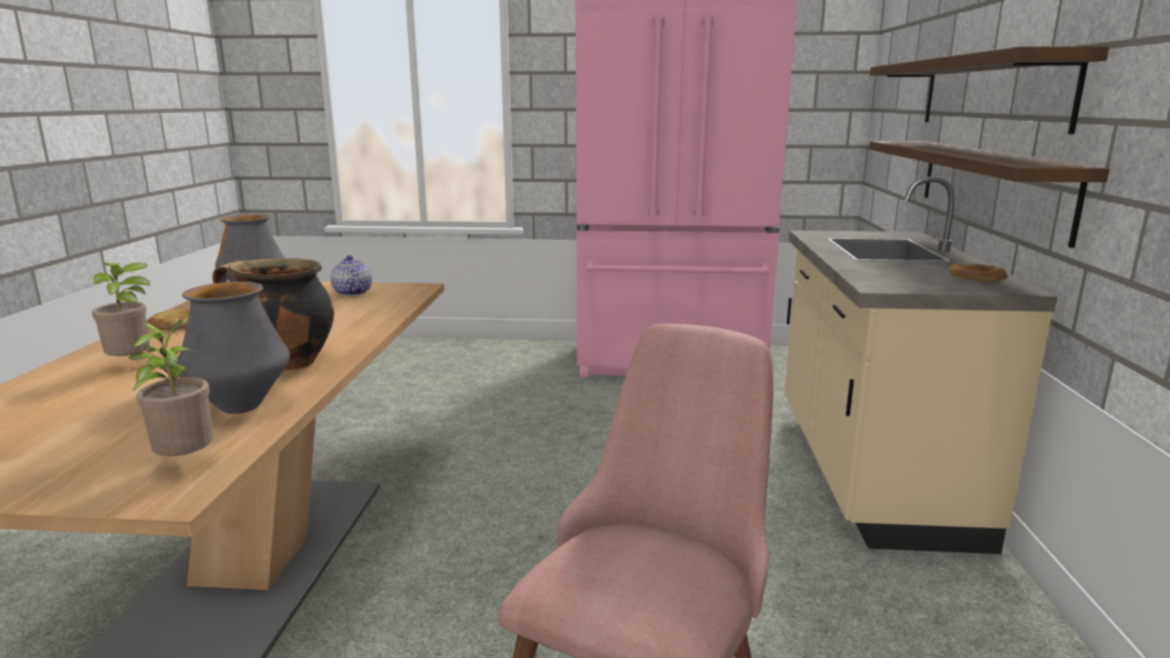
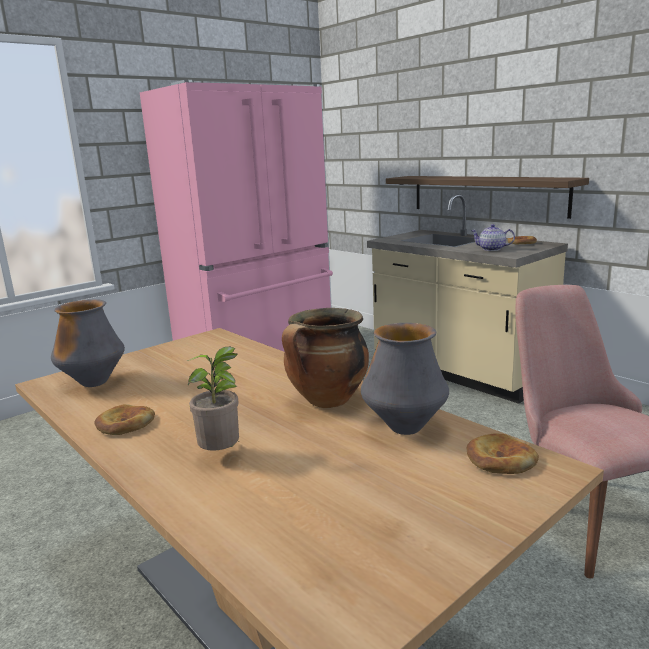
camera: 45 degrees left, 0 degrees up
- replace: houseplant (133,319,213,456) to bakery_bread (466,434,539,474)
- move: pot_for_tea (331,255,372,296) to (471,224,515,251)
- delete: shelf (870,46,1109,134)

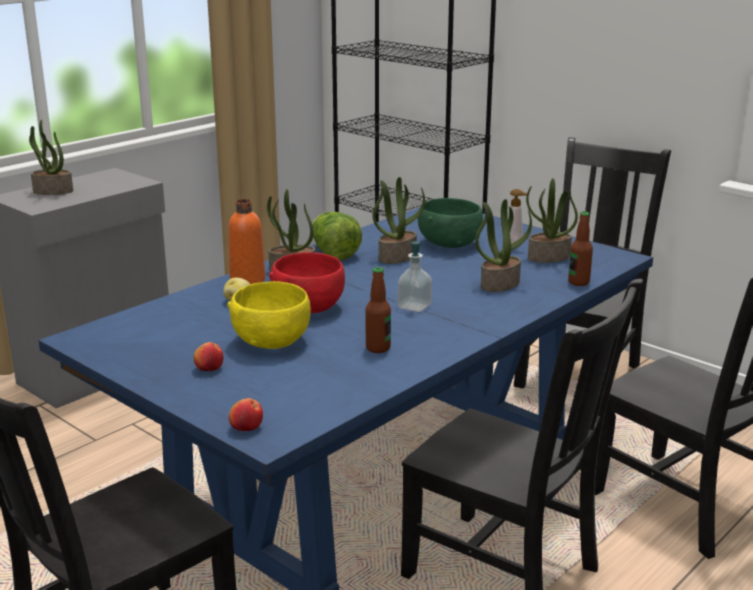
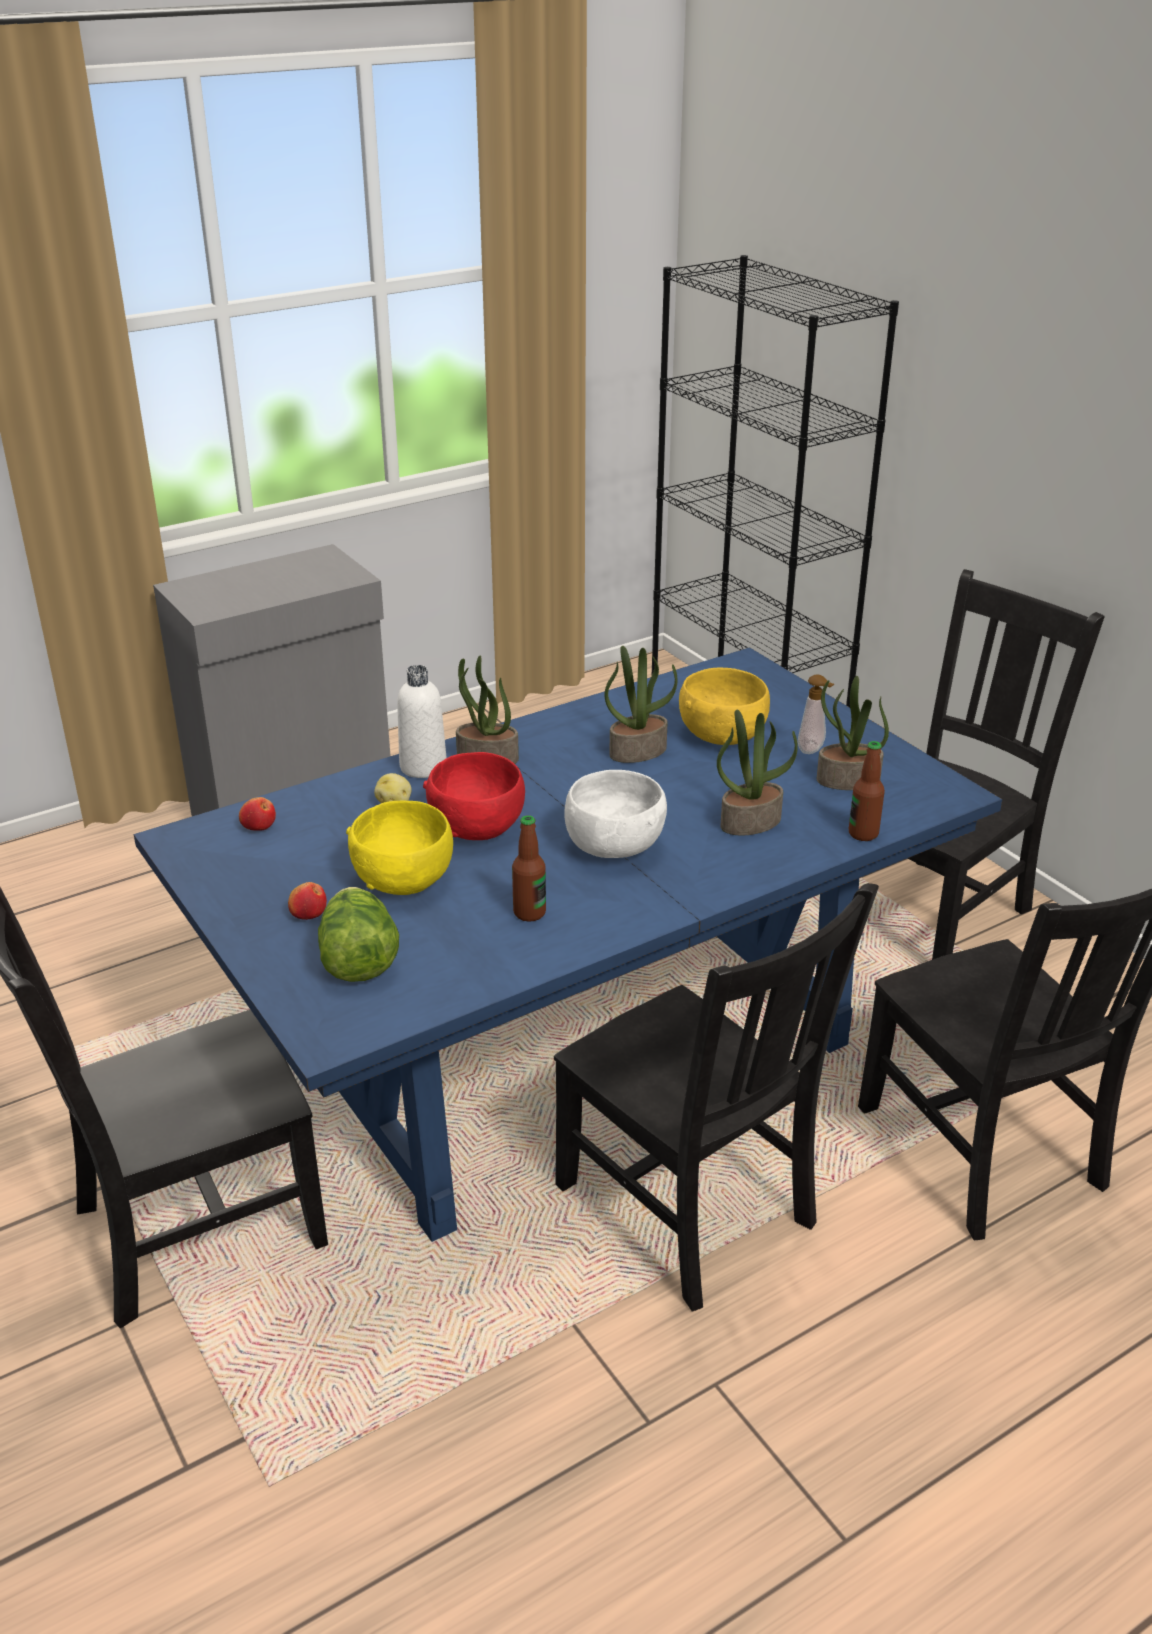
camera: 15 degrees right, 10 degrees up
- delete: houseplant (29,120,73,195)
- recolor: orange_drink_bottle (228,199,266,284) to whitish_drink_bottle (397,665,447,778)
- move: apple (229,398,263,431) to (239,797,276,831)
- move: lettuce_head (312,212,362,260) to (318,887,399,982)
- replace: liquid_soap_bottle (398,241,432,312) to whitish_serving_bowl (564,770,667,858)
- recolor: green_serving_bowl (418,198,483,248) to yellow-coloured_serving_bowl (679,668,770,745)

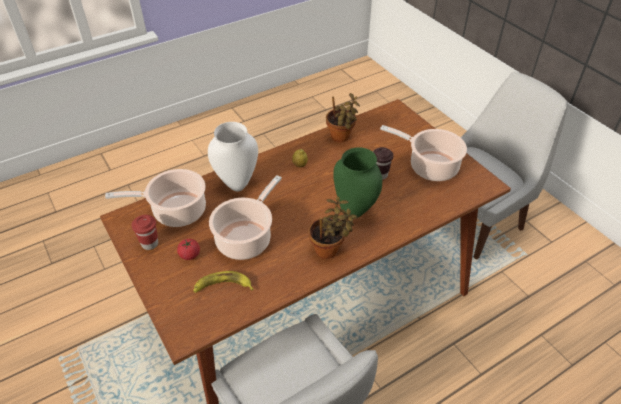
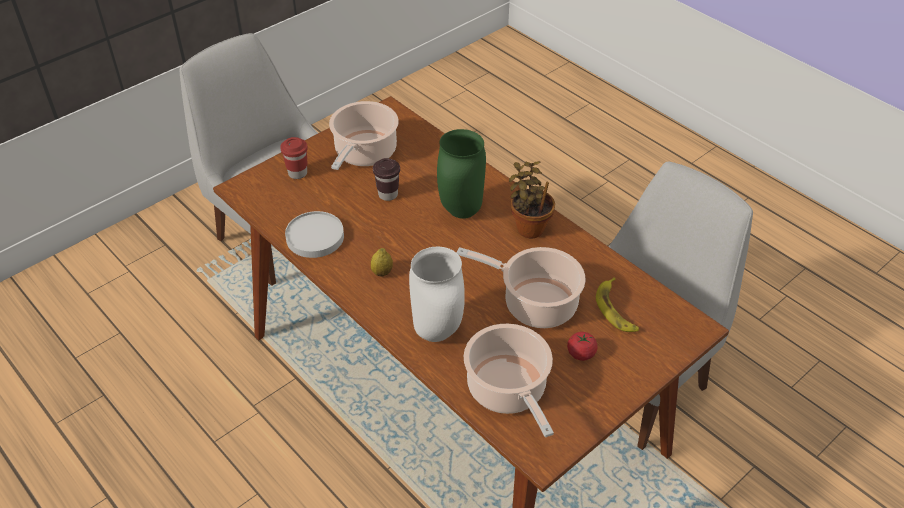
camera: 100 degrees left, 0 degrees up
- move: red_drinking_cup (132,215,158,250) to (280,137,308,179)
- replace: houseplant (326,93,360,142) to whitish_flat_dish (285,211,344,258)

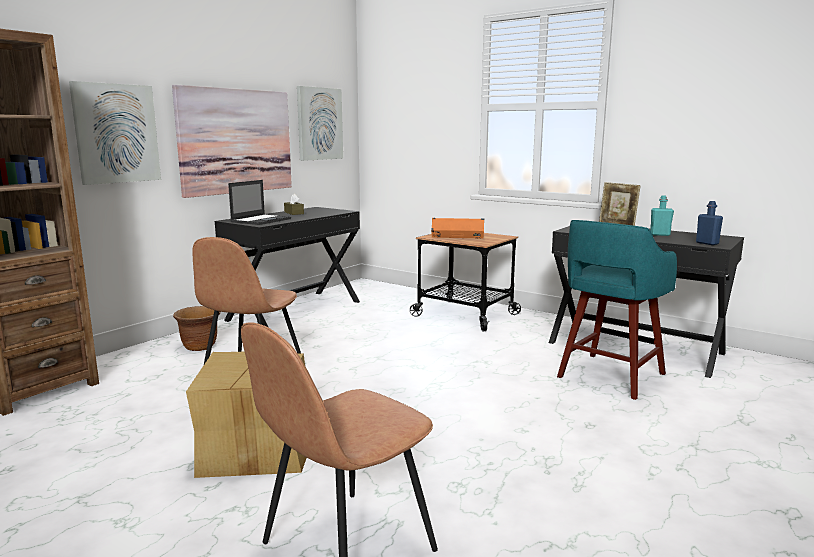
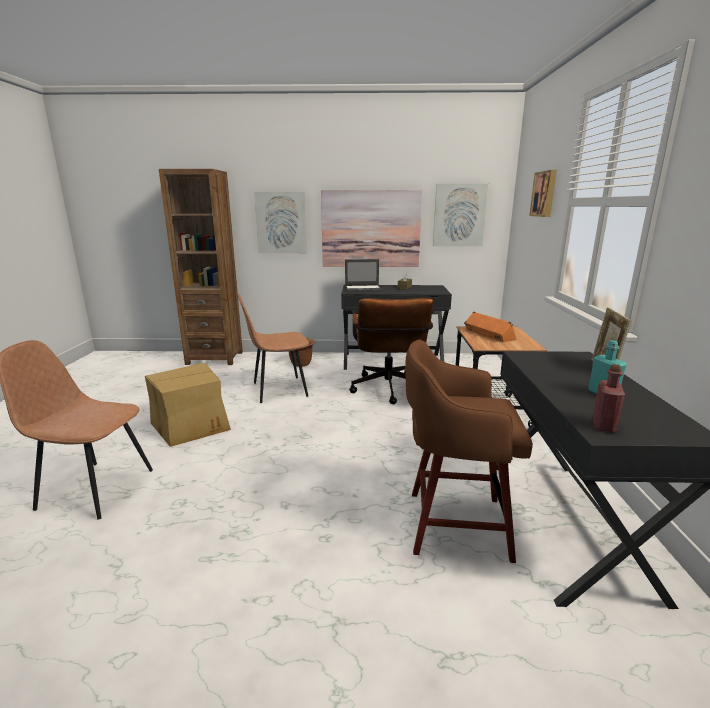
camera: 55 degrees right, 5 degrees up
- recolor: turquoise_sitting_stool (557,220,677,400) to brown-coloured_sitting_stool (405,340,533,563)
- recolor: blue_drink_bottle (696,201,723,245) to red_drink_bottle (593,364,625,433)
- insert: brown-coloured_office_chair (349,298,434,404)
- insert: wall_picture (529,170,557,217)

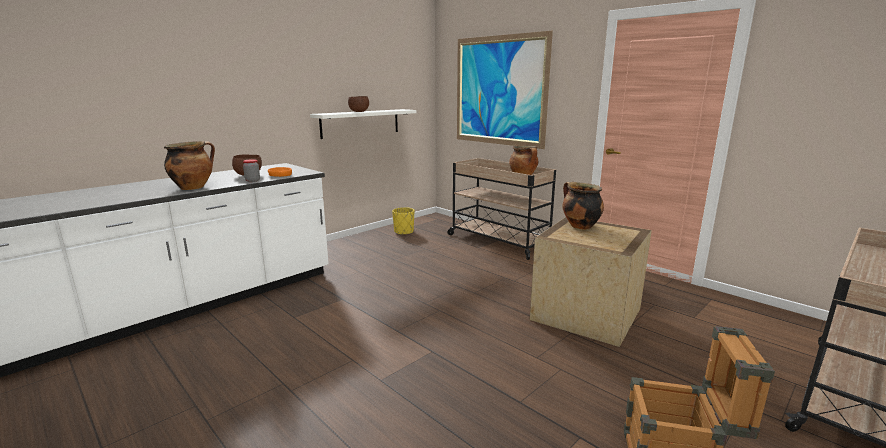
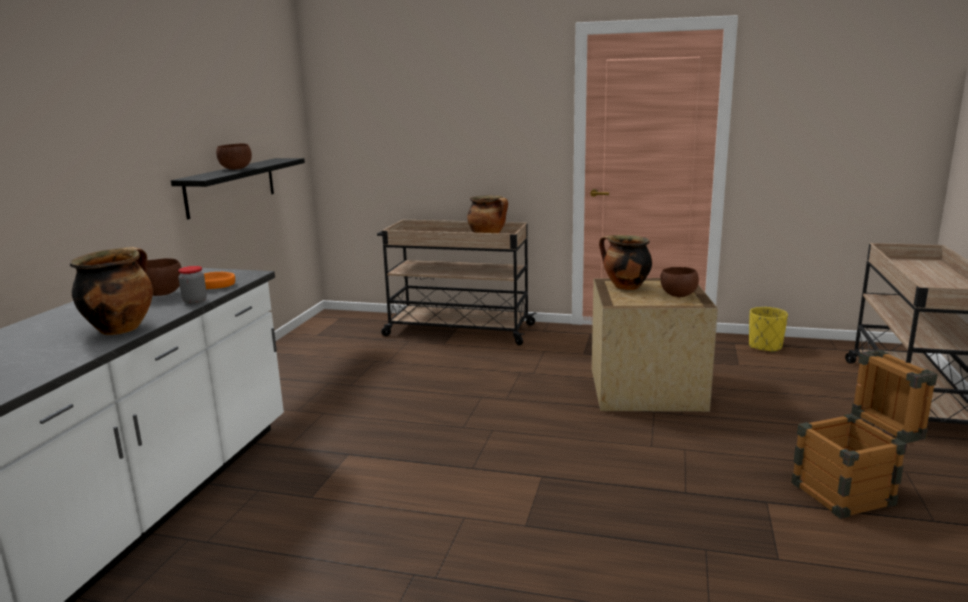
camera: 30 degrees left, 0 degrees up
- recolor: whitish_shelf (310,109,416,139) to blackish_shelf (171,158,305,219)
- move: yellow-coloured_planter (392,207,414,235) to (749,307,788,353)
- delete: wall_picture (457,31,553,149)
- insert: brown-coloured_serving_bowl (661,267,699,297)

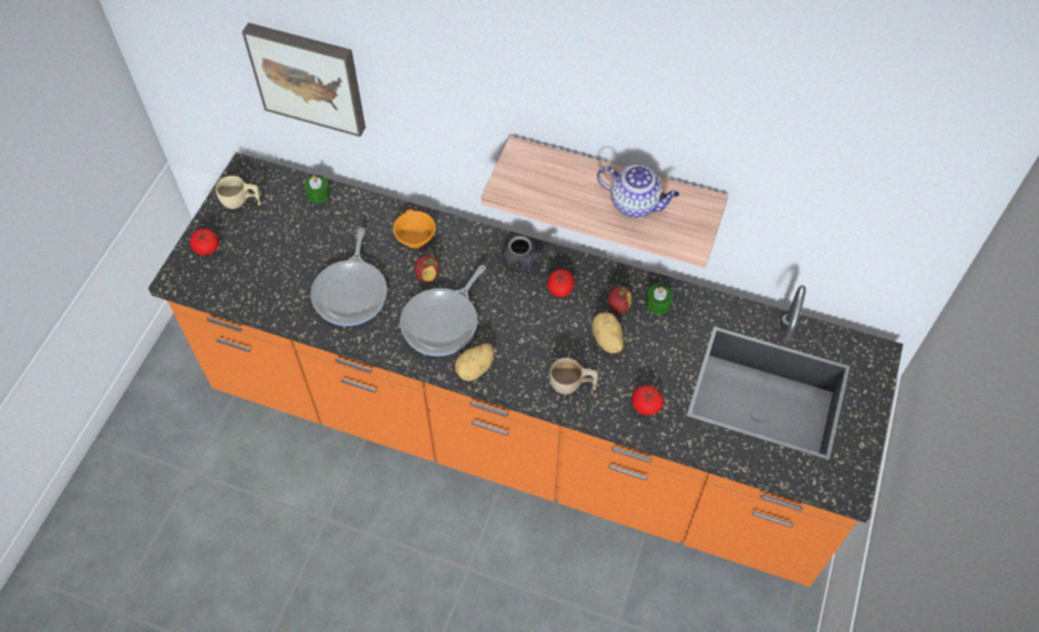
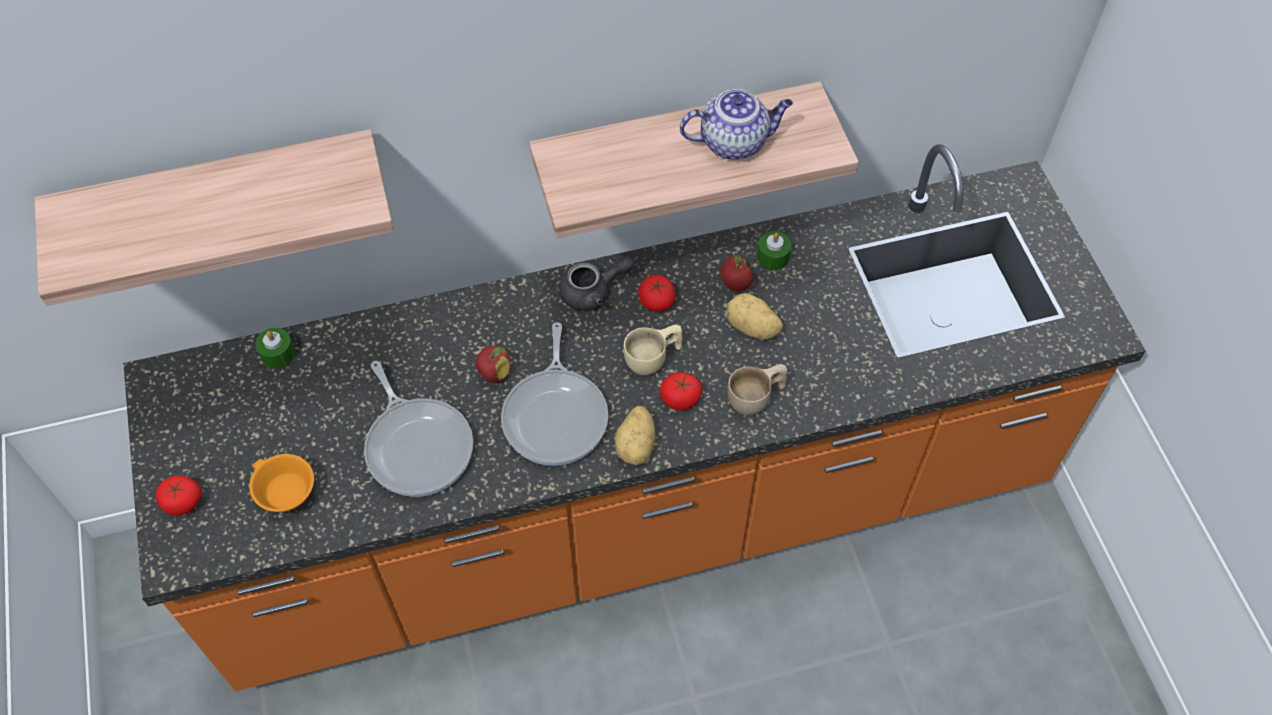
camera: 35 degrees left, 0 degrees up
- move: sand-coloured_drinking_cup (215,176,261,209) to (623,325,683,375)
- replace: wall_picture (242,23,366,137) to shelf (35,129,394,306)
- move: orange_drinking_cup (393,209,436,248) to (249,454,314,512)
- move: whole_tomato (632,386,664,415) to (660,372,702,411)

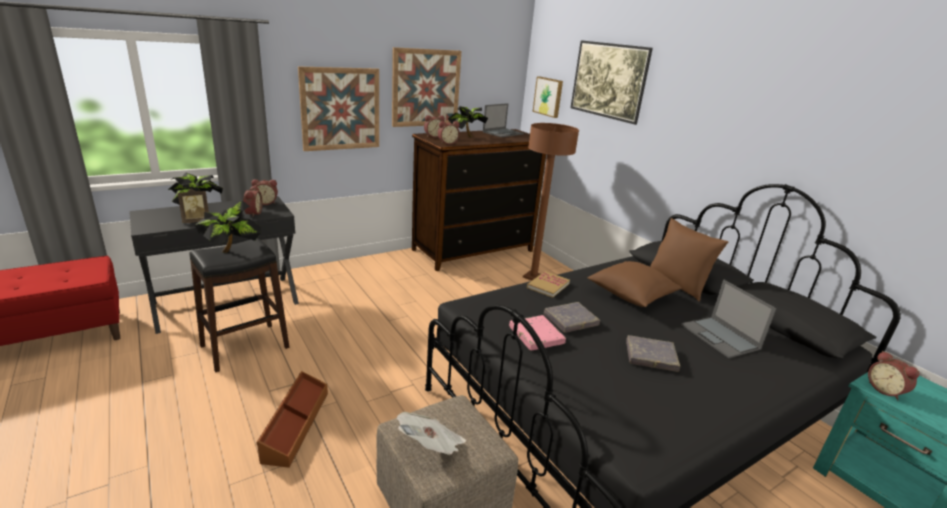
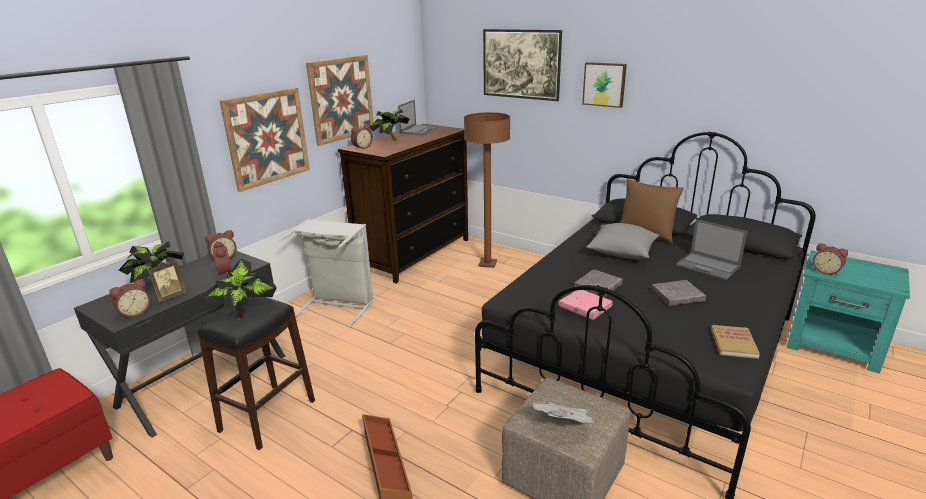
camera: 20 degrees left, 0 degrees up
- move: table_clock (438,121,460,145) to (109,279,151,319)
- move: book (527,271,570,298) to (711,325,760,359)
- move: wall_picture (533,77,563,118) to (582,62,627,108)
- recolor: brown-coloured_throw_pillow (587,261,682,307) to grey_throw_pillow (586,223,659,259)
- insert: grey_laundry_basket (279,219,374,327)

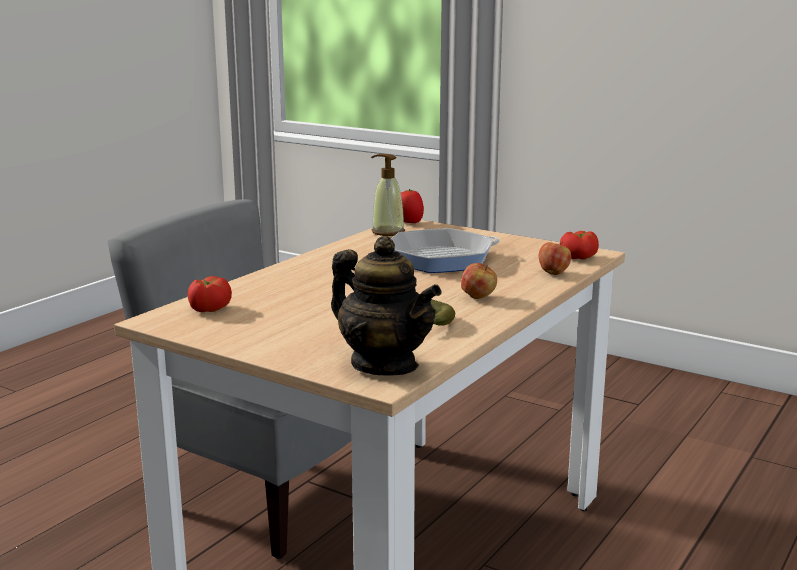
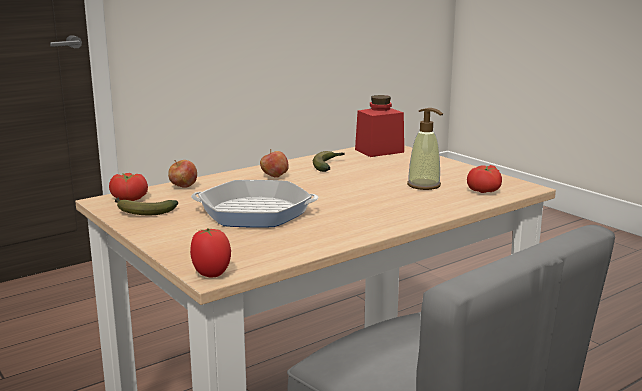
camera: 160 degrees left, 0 degrees up
- replace: pot_for_tea (331,236,441,376) to red_preserve_jar (355,95,404,157)
- move: liquid_soap_bottle (371,154,405,236) to (407,108,443,190)
- insert: banana_fruit (115,197,178,215)

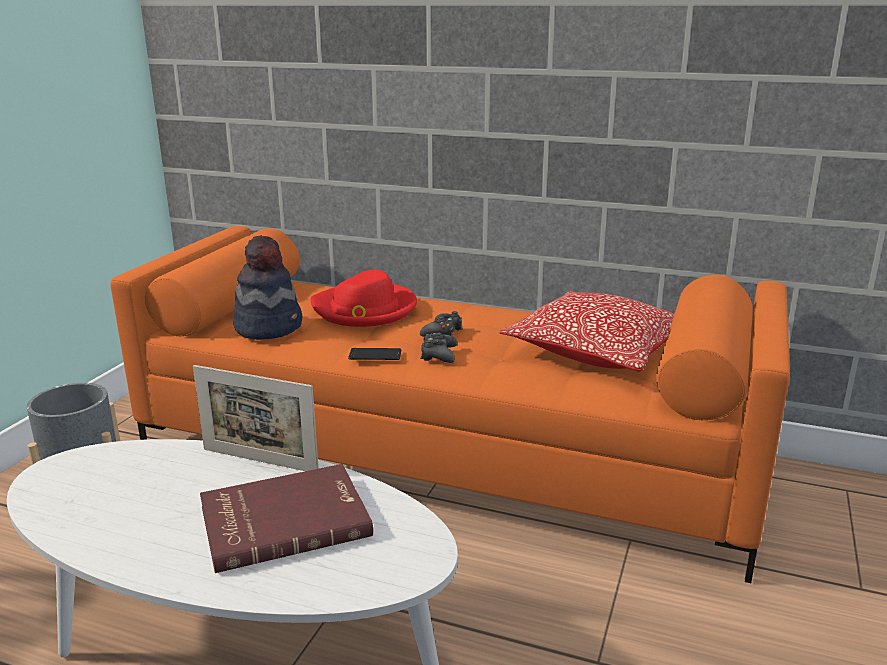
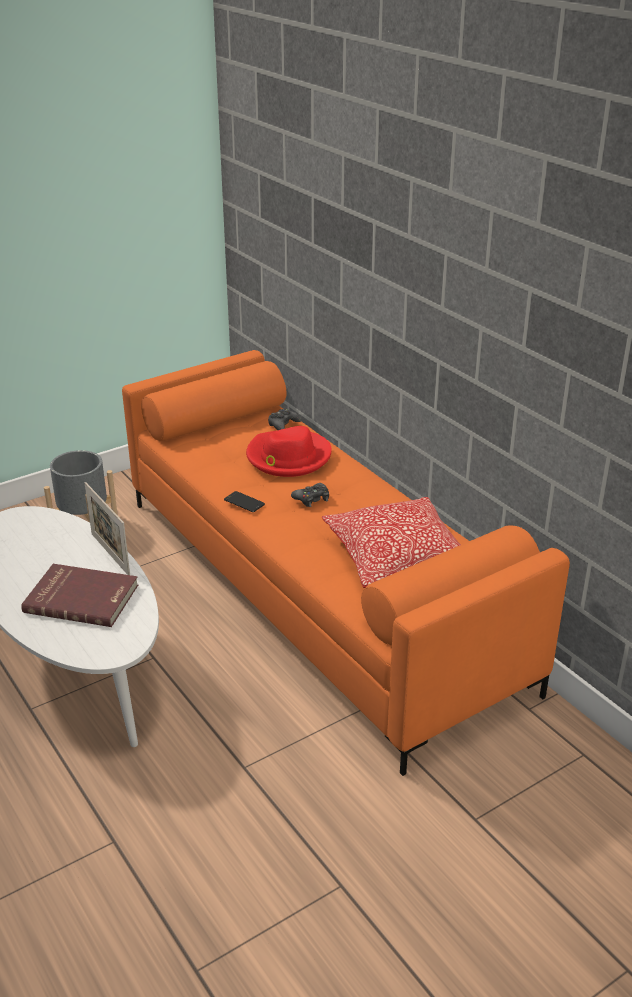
camera: 35 degrees right, 10 degrees up
- delete: hat (233,235,302,340)
- move: blackish_game_controller (420,333,458,363) to (268,409,302,430)

